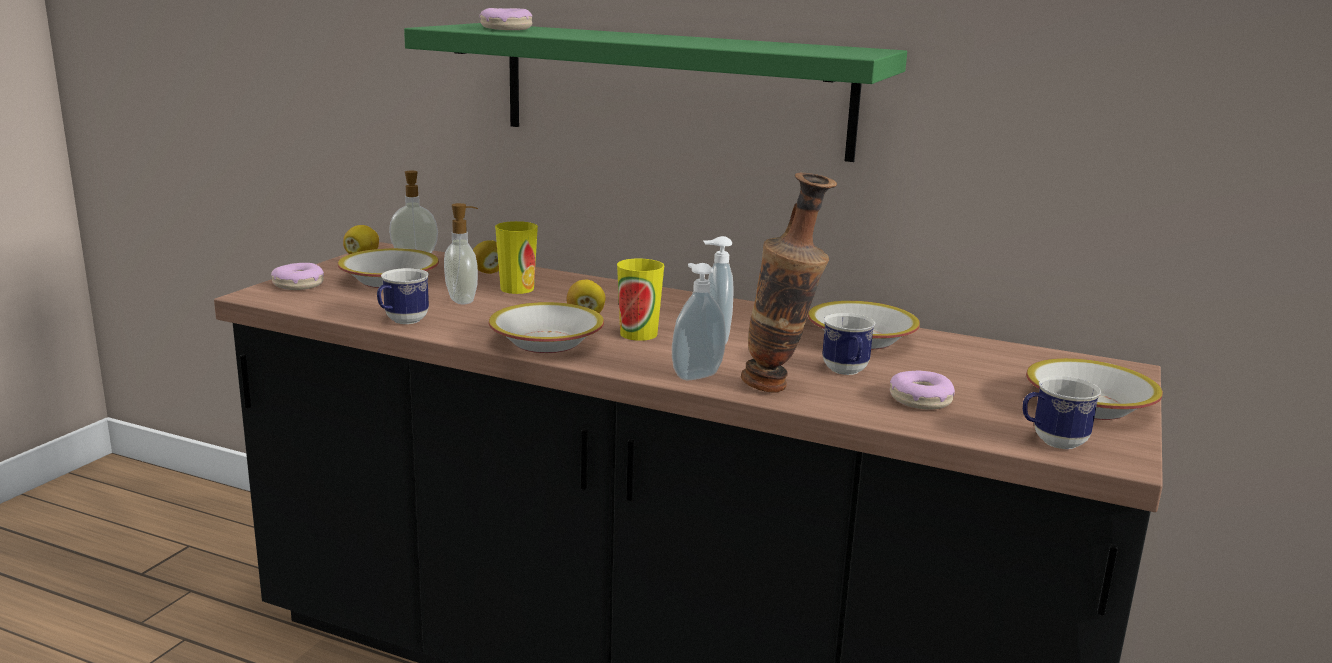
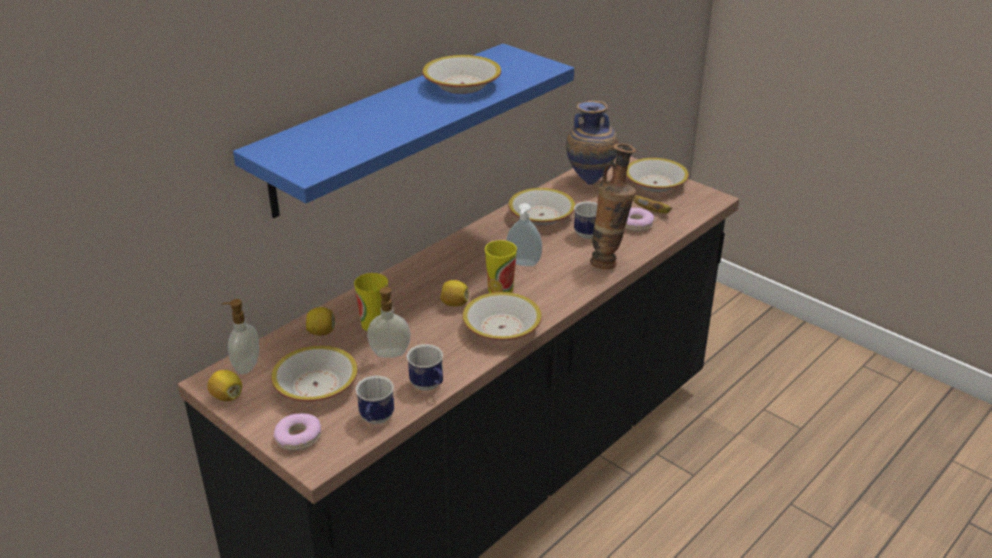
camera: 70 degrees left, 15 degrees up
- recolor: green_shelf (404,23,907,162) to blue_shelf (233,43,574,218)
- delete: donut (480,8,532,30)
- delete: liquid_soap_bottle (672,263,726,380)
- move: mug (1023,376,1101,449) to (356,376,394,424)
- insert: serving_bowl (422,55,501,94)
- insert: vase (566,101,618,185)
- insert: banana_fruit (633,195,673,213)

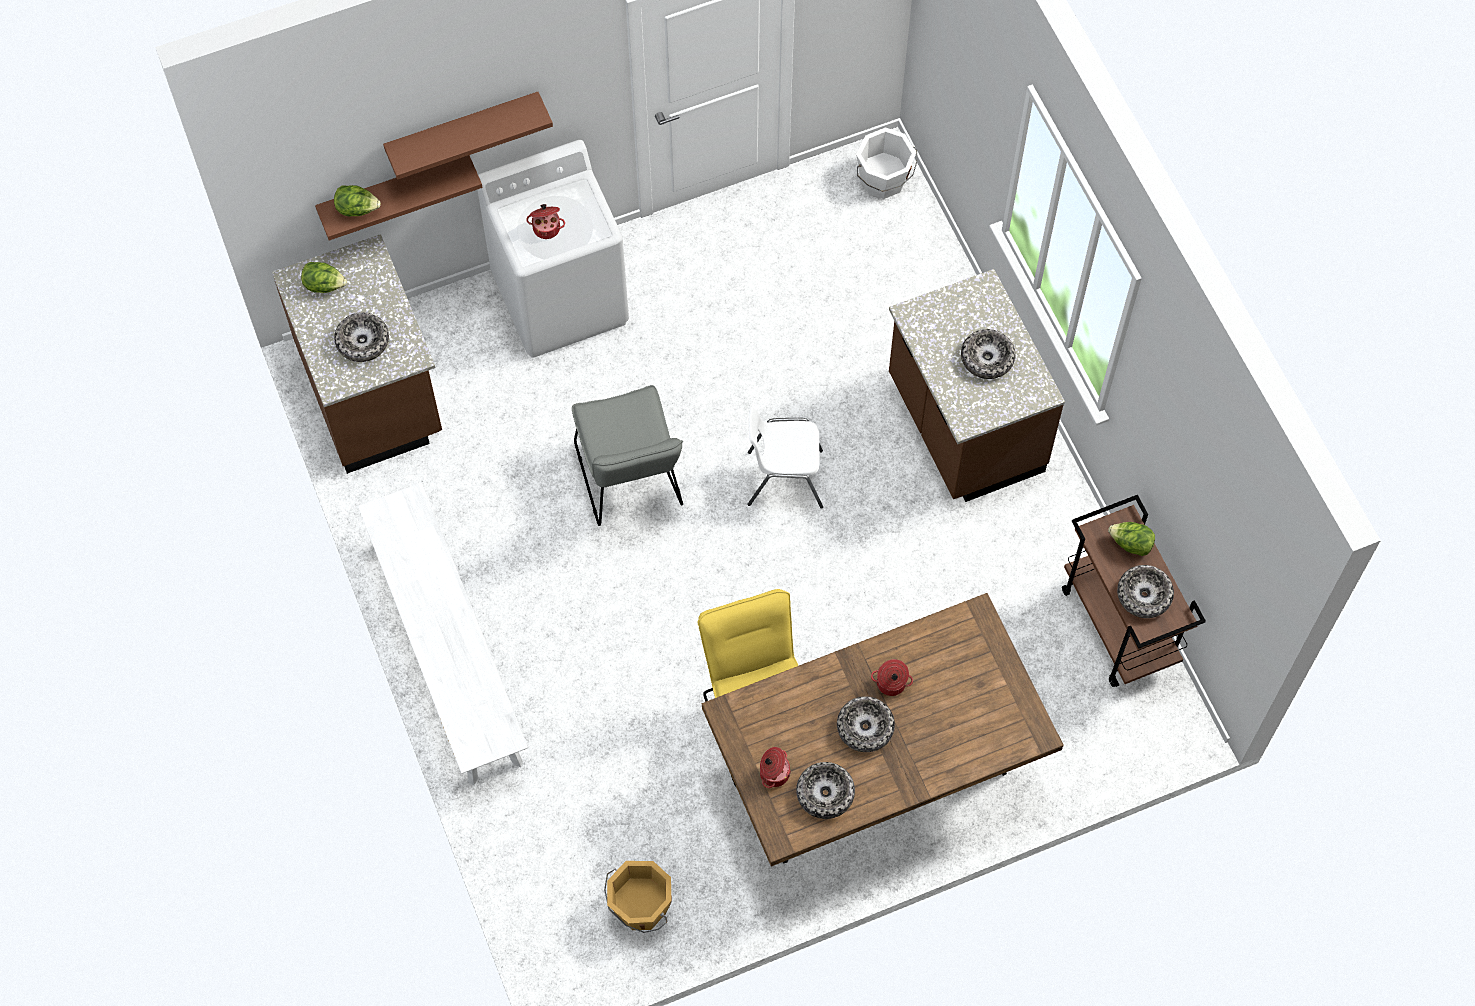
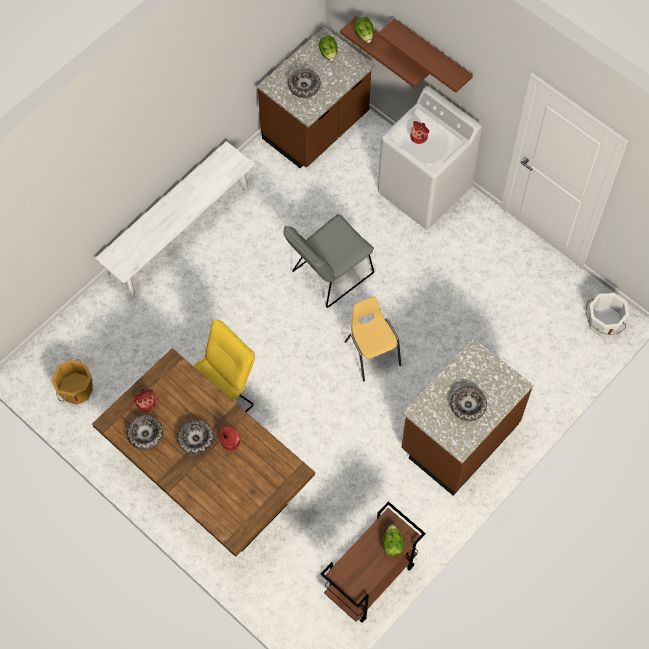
camera: 65 degrees right, 0 degrees up
- recolor: whitish_chair (748,407,823,509) to yellow-coloured_chair (345,297,401,382)
- delete: serving_bowl (1117,565,1174,618)

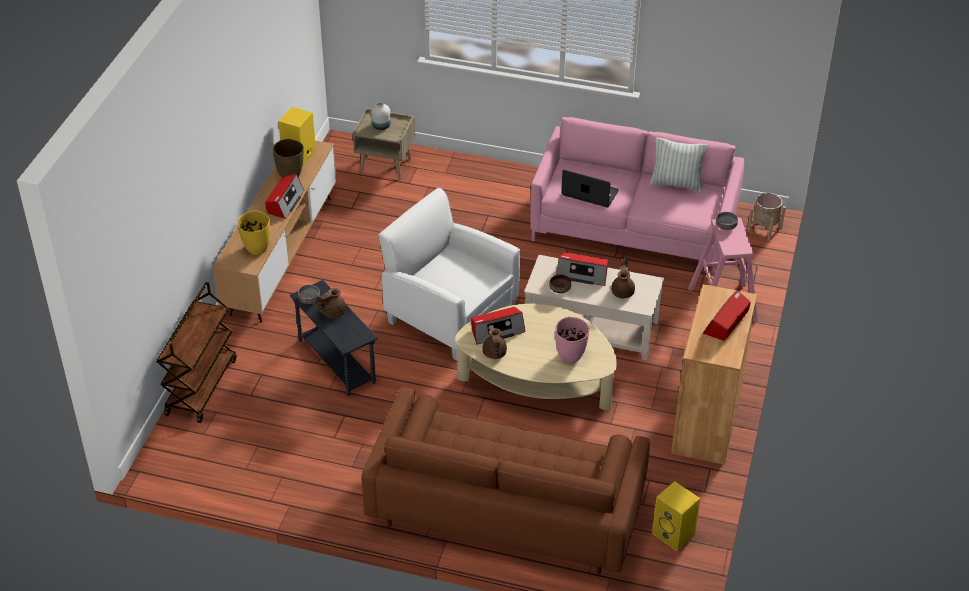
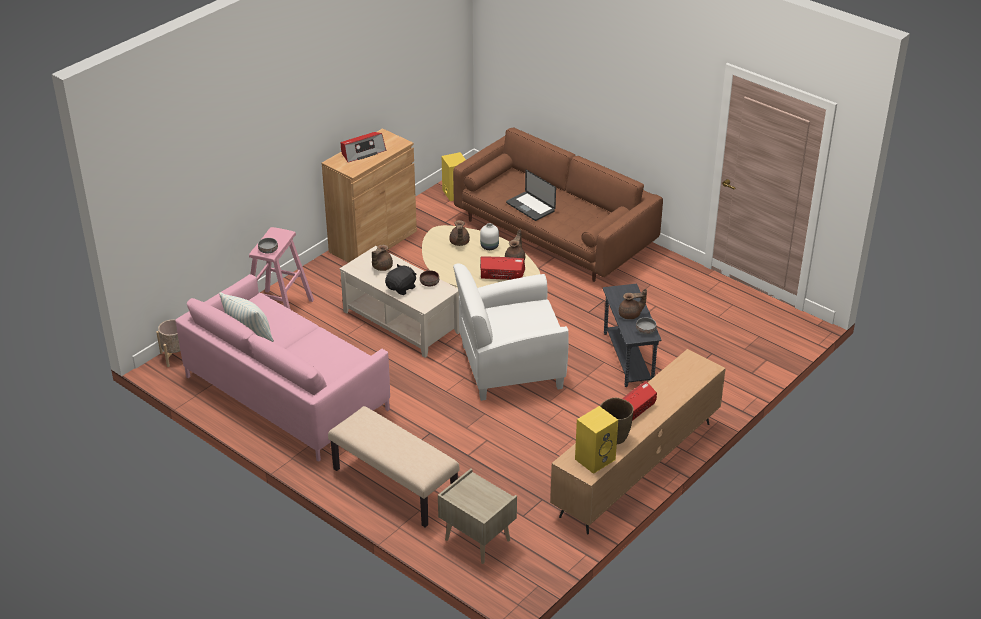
camera: 155 degrees left, 5 degrees down
- delete: brown-coloured_trolley (156,282,237,423)
- delete: yellow-coloured_vase (237,210,270,255)
- move: whitish_vase (371,102,391,130) to (480,223,499,250)
- rotate: whitish_armchair (378,188,520,360) = (453,264,569,401) 105 degrees clockwise
- replace: pink_vase (555,317,589,363) to brown-coloured_pot_for_tea (449,220,470,246)
- replace: radio_receiver (556,252,608,286) to blackish_cuddly_toy (385,264,417,295)
- move: portable_computer (561,170,619,207) to (506,170,556,221)
- insert: sand-coloured_bench (328,406,460,527)

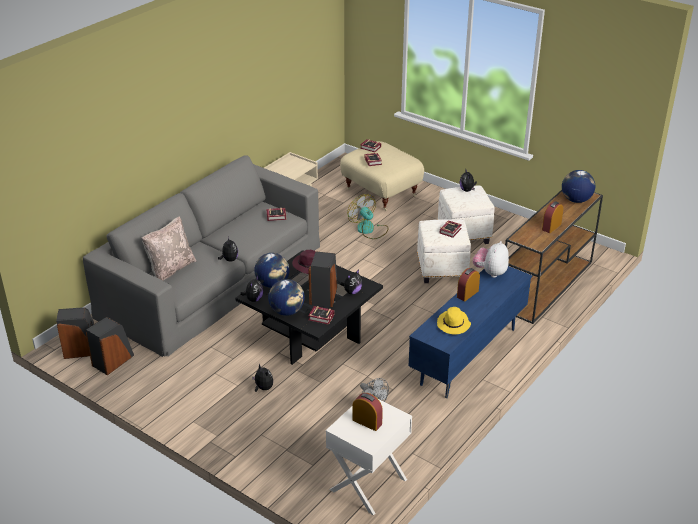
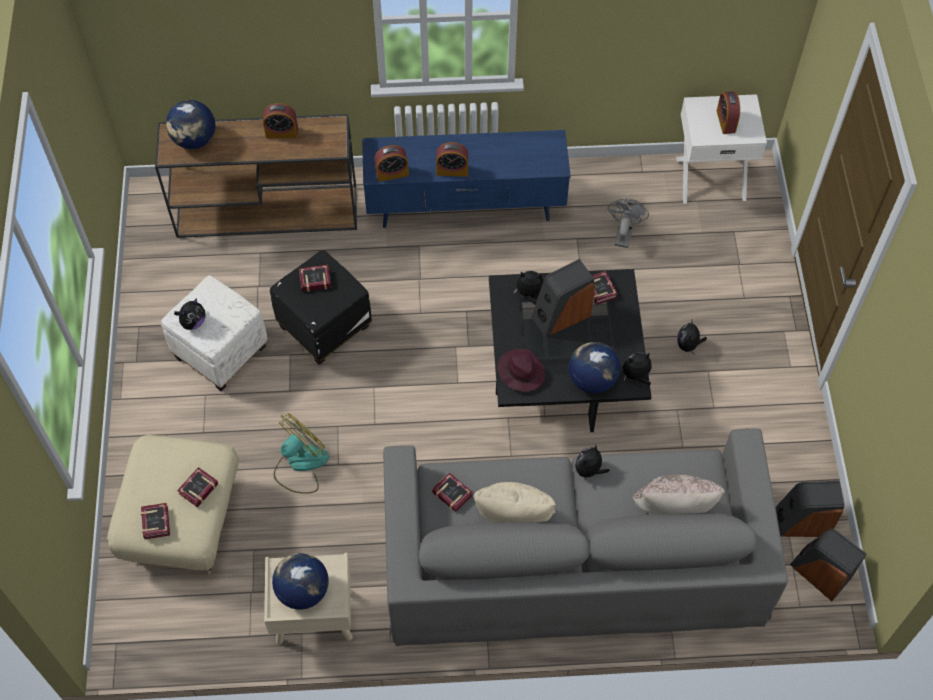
camera: 130 degrees left, 25 degrees up
- move: globe (268,279,305,316) to (272,553,329,610)
- rotate: electric_fan (347,194,389,239) = (274,413,329,494) 150 degrees counterclockwise
- recolor: whitish_footrest (417,219,471,283) to blackish_footrest (270,250,372,365)
- delete: yellow-coloured_hat (437,307,471,335)
- replace: cuddly_toy (473,241,509,278) to table_clock (375,145,409,182)
- insert: sand-coloured_throw_pillow (473,482,556,523)

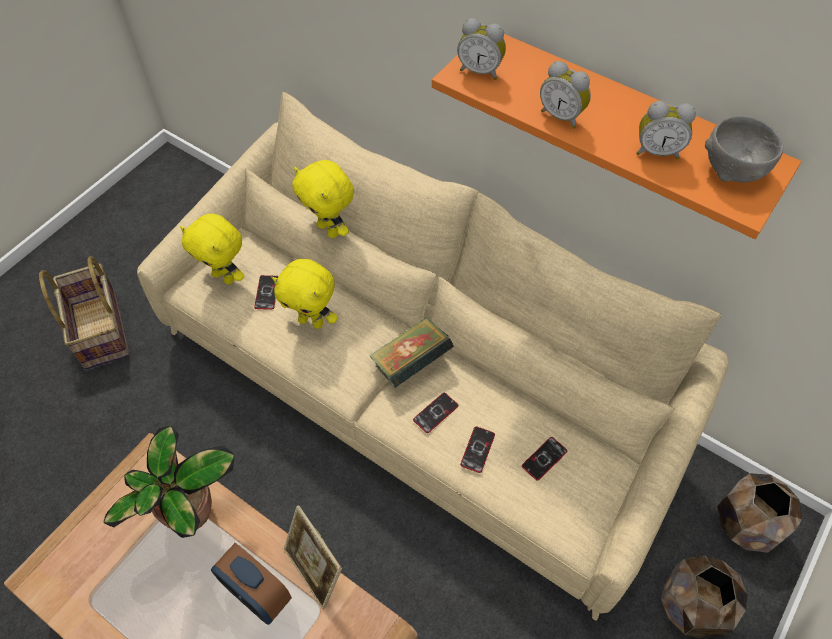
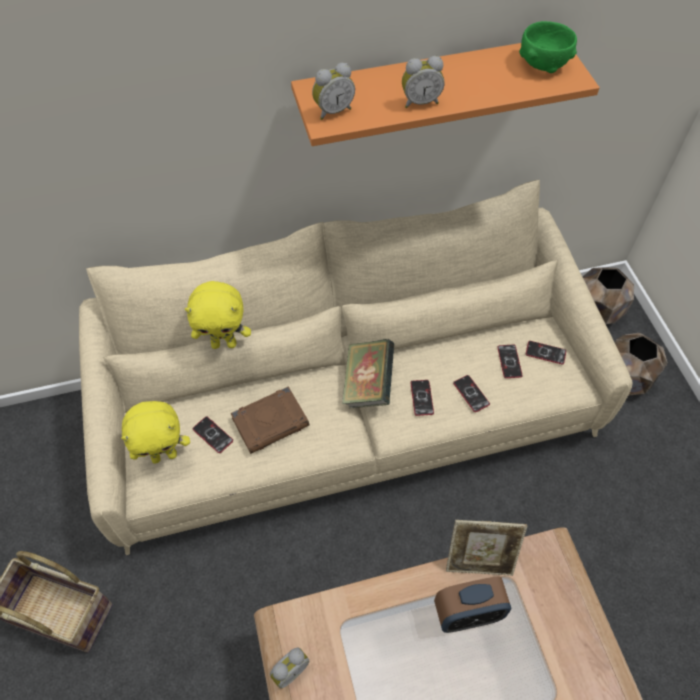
camera: 50 degrees left, 0 degrees up
- delete: houseplant (104,426,235,538)
- replace: yellow-coloured_cuddly_toy (272,259,338,329) to brown-coloured_book (231,386,310,454)
- move: table_clock (636,101,696,159) to (270,647,309,689)
- recolor: grey_serving_bowl (705,116,783,182) to green_serving_bowl (519,21,577,73)
- insert: telephone (526,341,566,365)

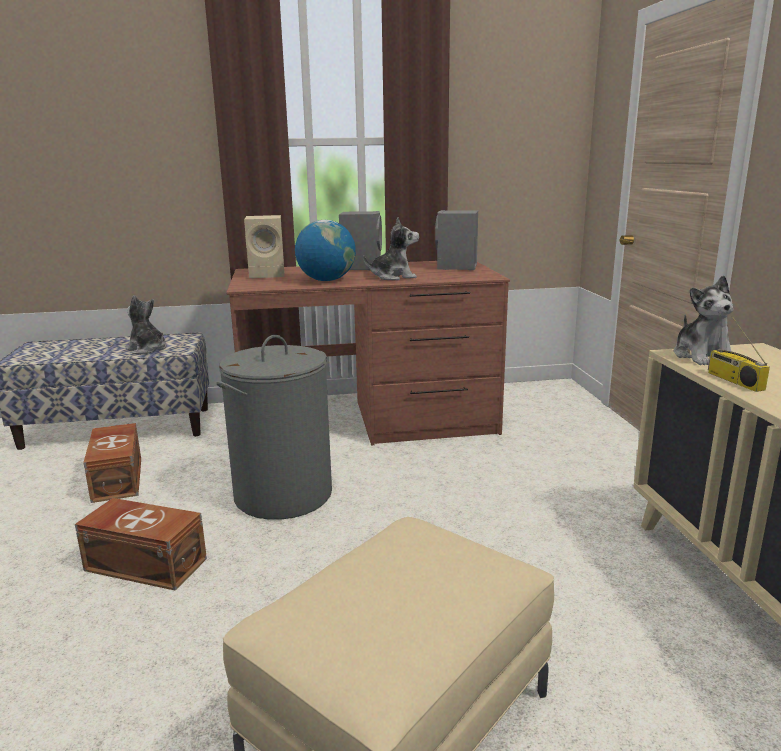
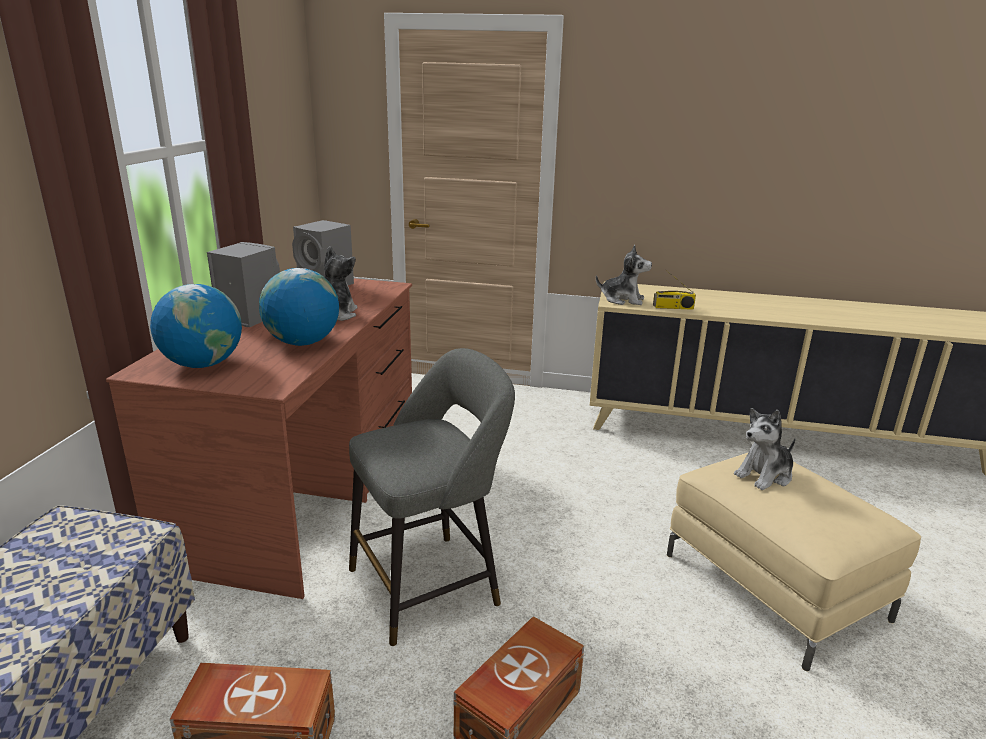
camera: 70 degrees left, 5 degrees up
- move: cuddly_toy (126,295,166,354) to (734,408,795,490)
- replace: grey_laundry_basket (216,335,332,520) to grey_sitting_stool (349,348,515,646)
- replace: sand-coloured_audio_speaker (244,215,285,278) to globe (150,284,242,368)

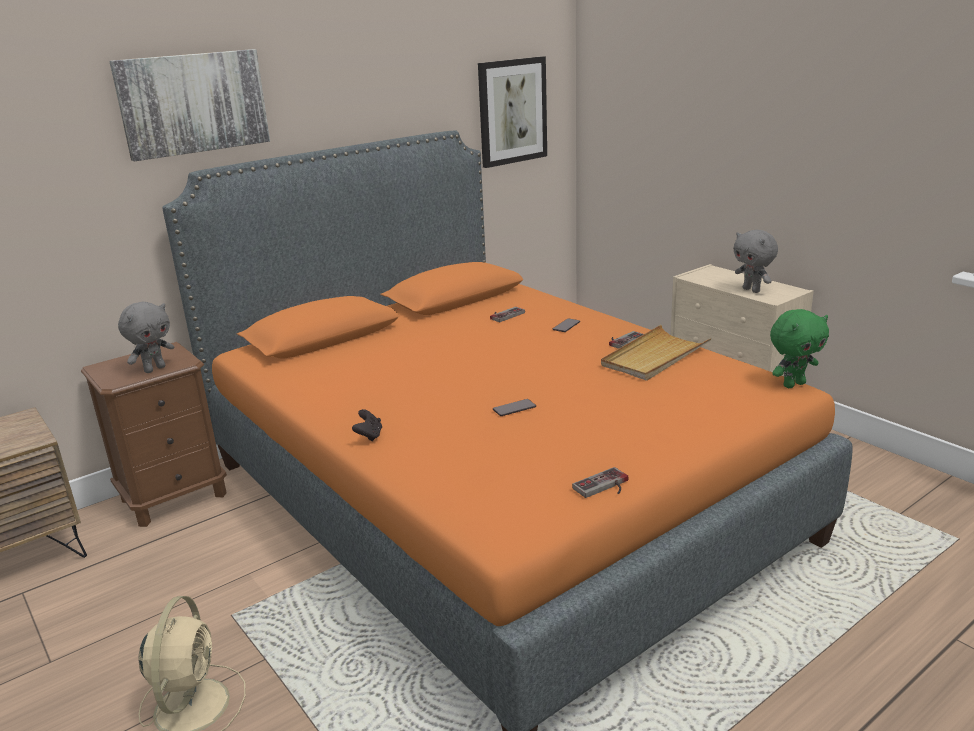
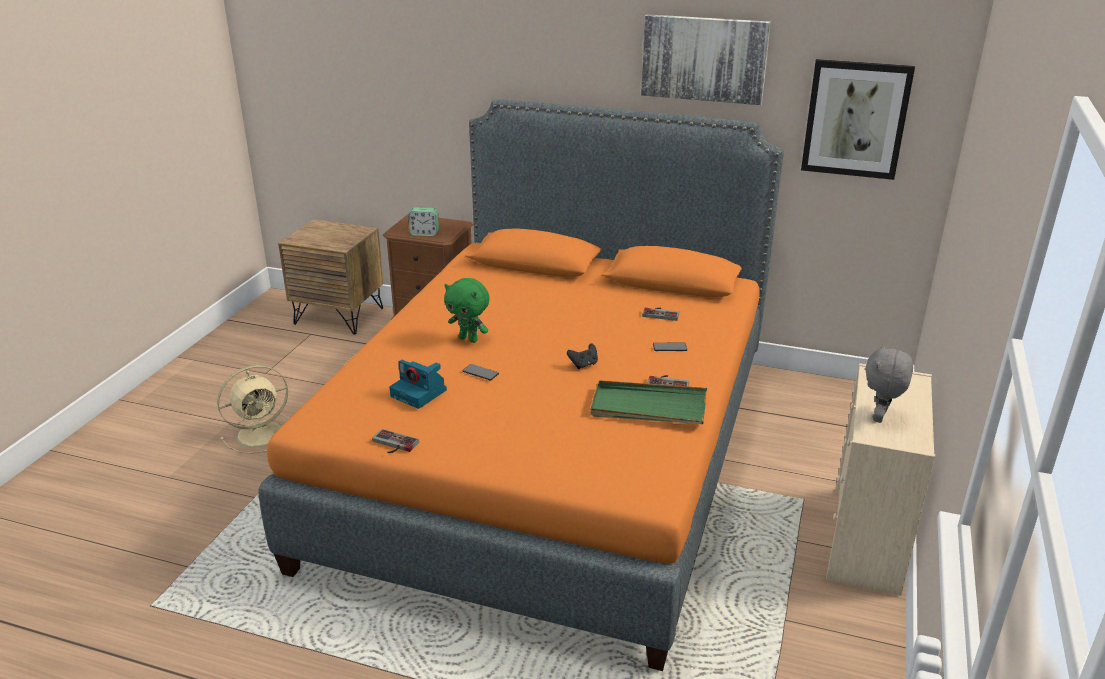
camera: 55 degrees right, 5 degrees up
- move: wall_picture (109,49,270,161) to (641,14,771,105)
- replace: grey_cuddly_toy (118,302,174,373) to table_clock (408,207,439,236)
- move: blackish_game_controller (352,409,382,442) to (567,343,598,369)
- recolor: sand-coloured_serving_tray (601,325,711,381) to green_serving_tray (590,380,707,424)
- move: green_cuddly_toy (770,309,829,388) to (444,278,490,343)
- insert: still_camera (389,360,447,409)

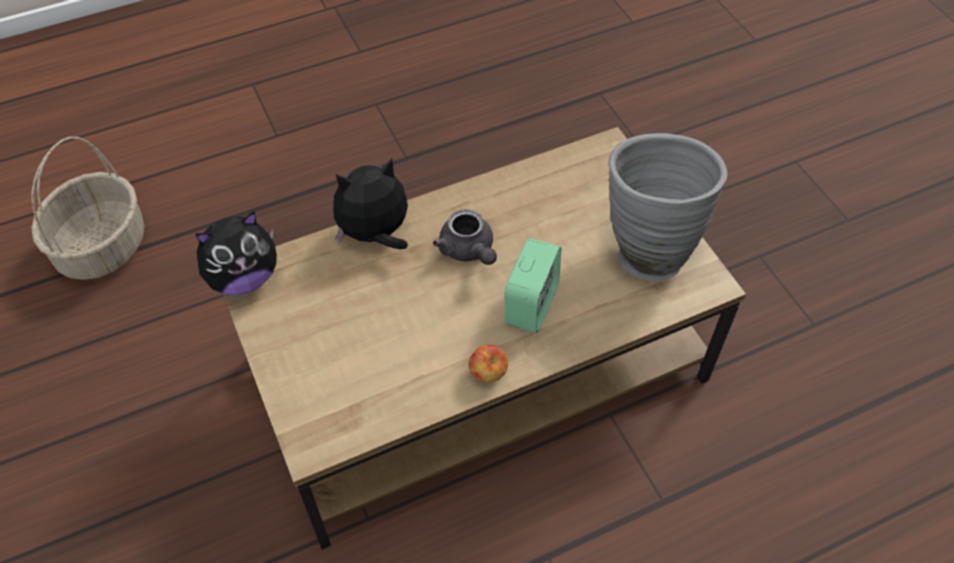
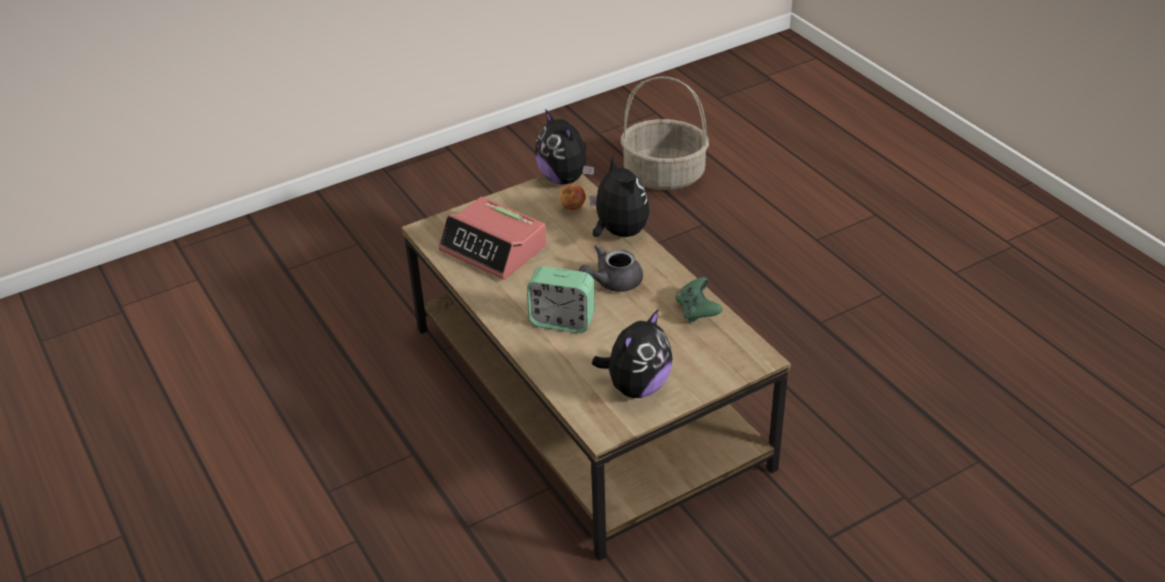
camera: 85 degrees right, 15 degrees down
- move: apple (469,345,508,382) to (559,184,586,210)
- replace: grey_vase (608,133,727,281) to cuddly_toy (592,309,673,398)
- insert: table_clock (438,197,547,280)
- insert: green_game_controller (675,277,723,323)

